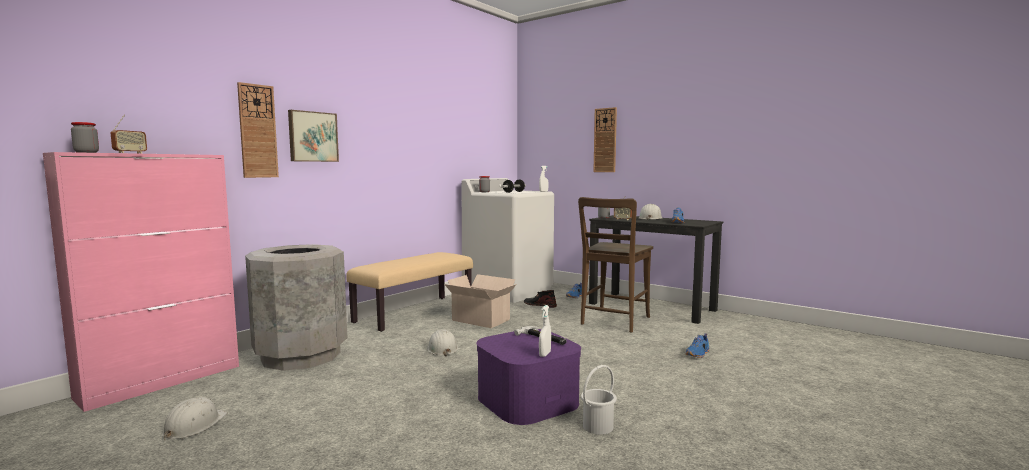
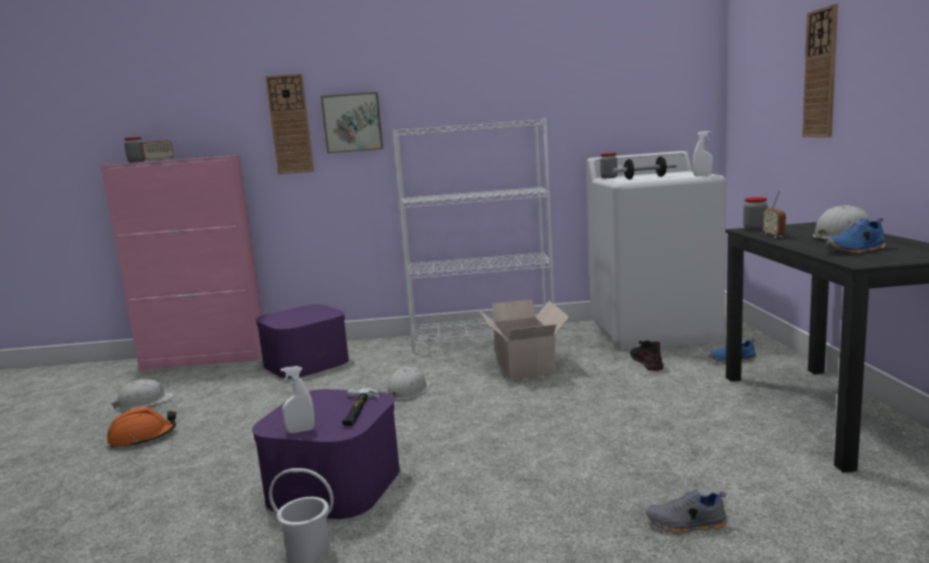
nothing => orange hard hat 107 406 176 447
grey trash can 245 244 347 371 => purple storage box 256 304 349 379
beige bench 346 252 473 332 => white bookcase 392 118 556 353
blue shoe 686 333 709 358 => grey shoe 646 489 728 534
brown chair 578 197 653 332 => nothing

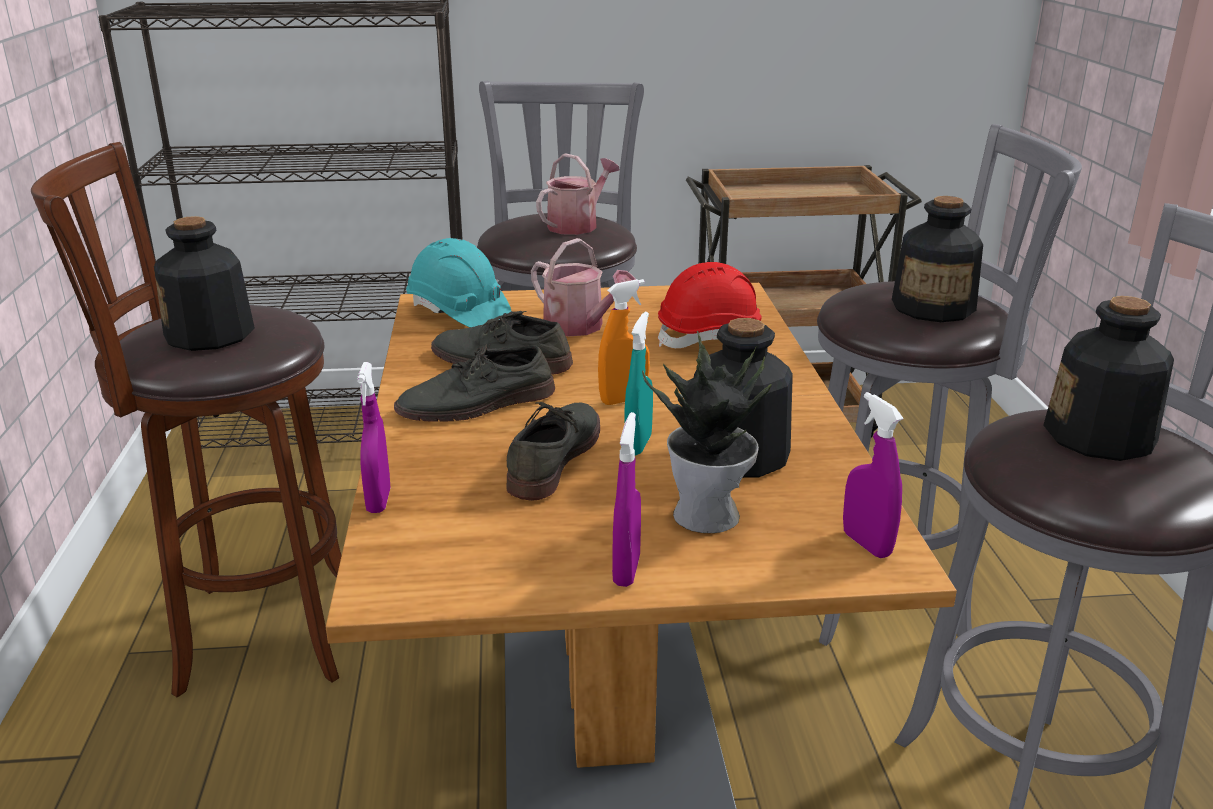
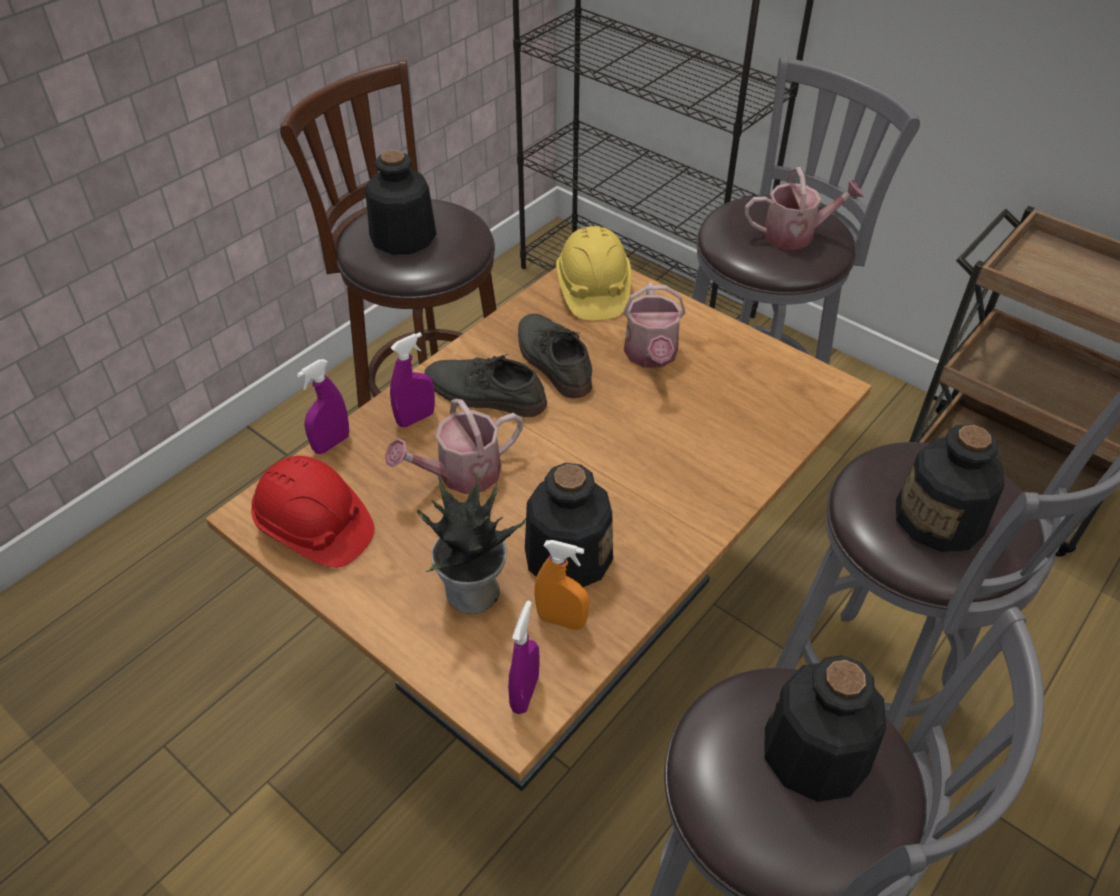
red hard hat 658 262 762 348 => red hard hat 251 456 374 568, moved
grey shoe 506 402 600 501 => watering can 385 399 523 494
purple spray bottle 612 412 641 587 => purple spray bottle 390 332 435 427, moved
orange spray bottle 598 279 650 405 => orange spray bottle 534 540 589 630, moved
turquoise hard hat 406 238 511 327 => yellow hard hat 556 226 631 320
turquoise spray bottle 624 312 653 456 => nothing

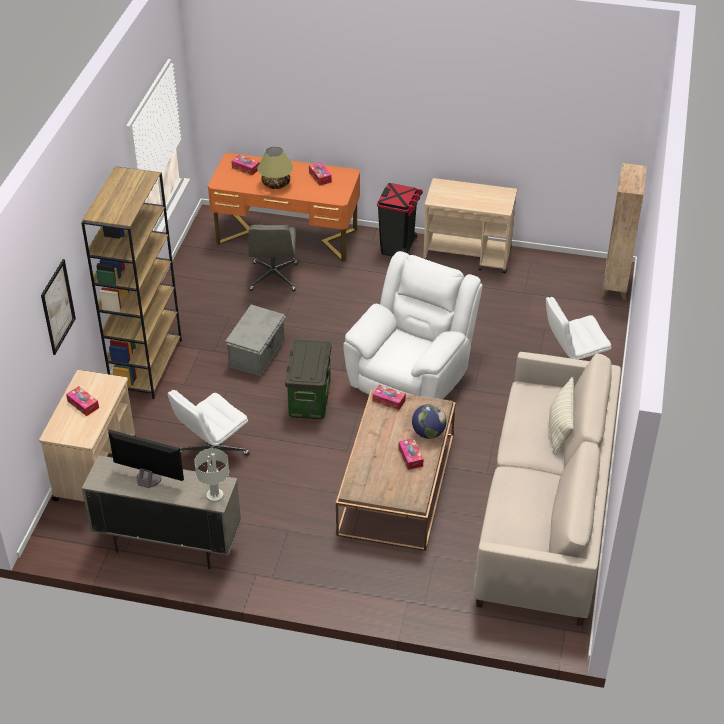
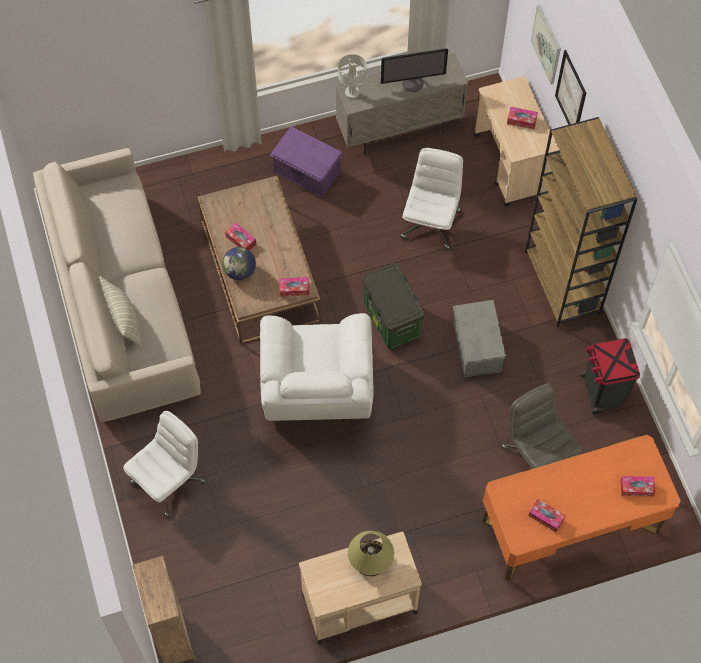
nothing => purple storage box 269 126 342 197
table lamp 257 147 293 189 => table lamp 348 531 394 576, moved
nothing => picture 531 5 561 84
black trash can 377 183 423 257 => black trash can 580 338 640 414, moved

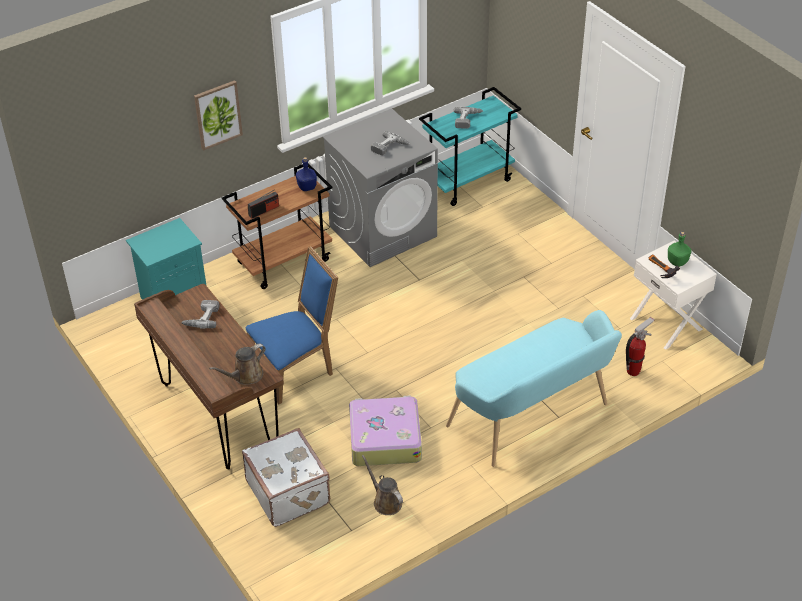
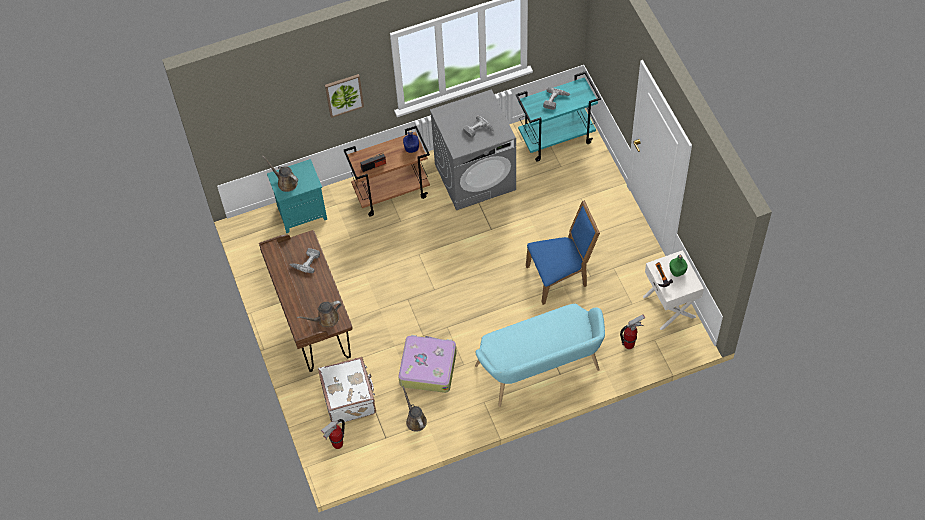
nothing => brown watering can 262 155 298 192
nothing => fire extinguisher 321 419 345 449
blue chair 246 246 338 404 => blue chair 526 200 600 305, moved

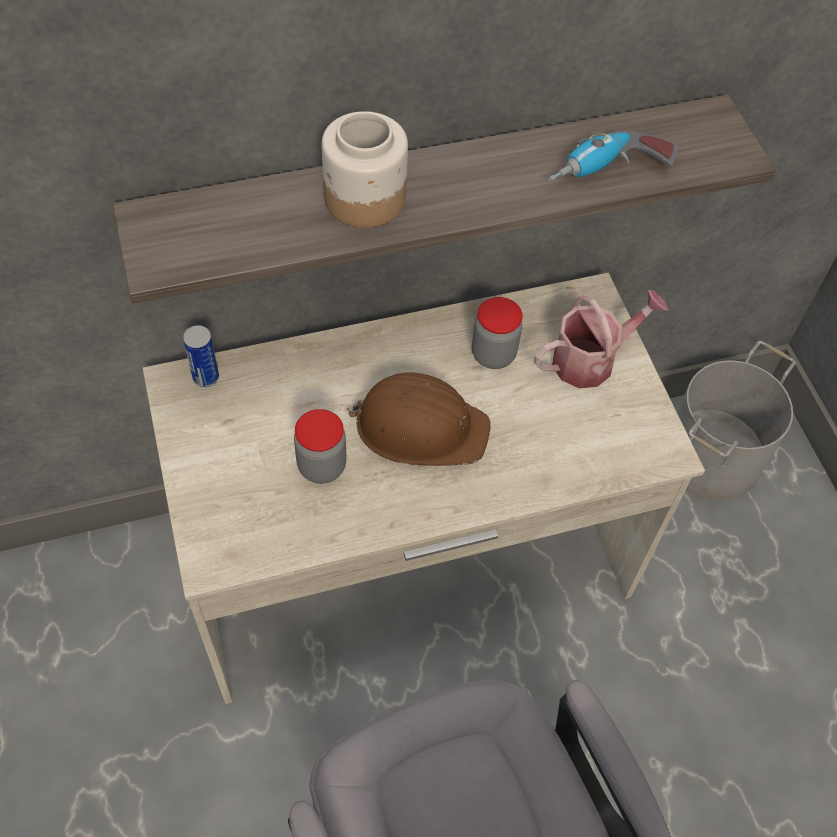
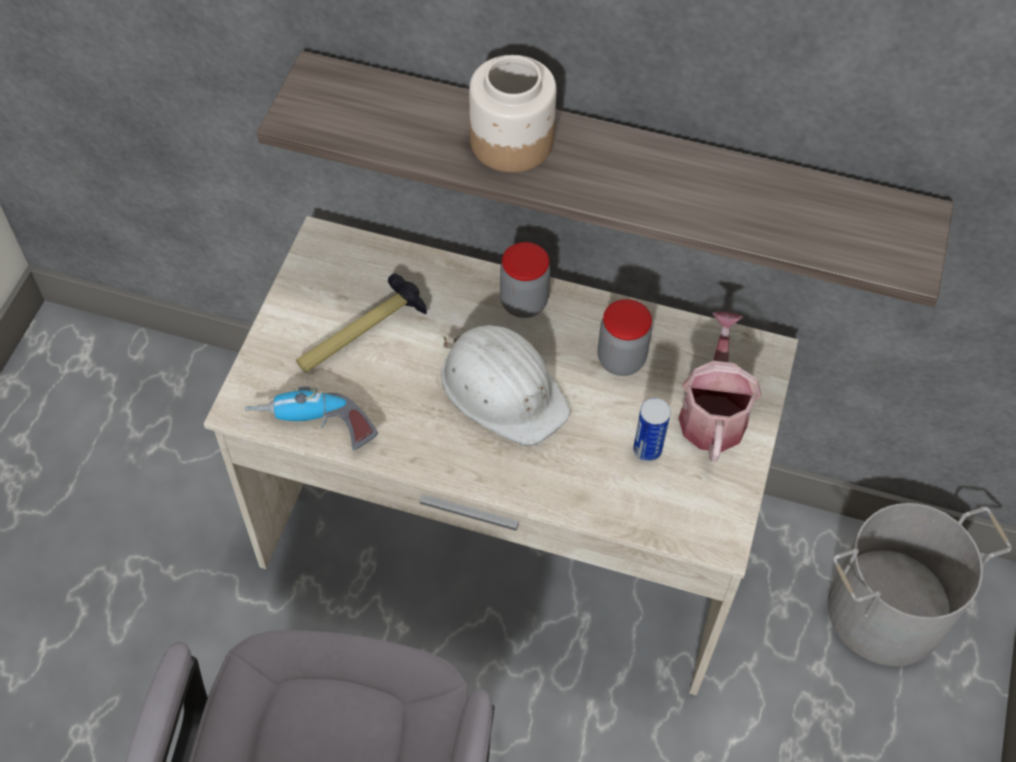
power drill 549 131 678 181 => power drill 245 386 378 450, moved
nothing => hammer 296 273 427 373
brown hard hat 347 373 491 466 => white hard hat 441 325 571 446
jar 294 409 347 484 => jar 500 242 550 318, moved
can 183 325 219 387 => can 633 398 671 462, moved
watering can 534 290 669 388 => watering can 678 311 761 462, 90 degrees counterclockwise

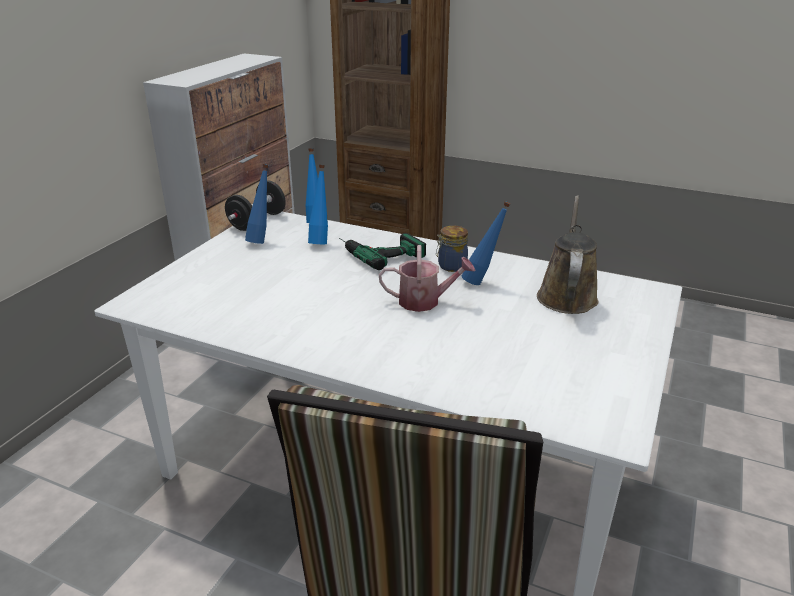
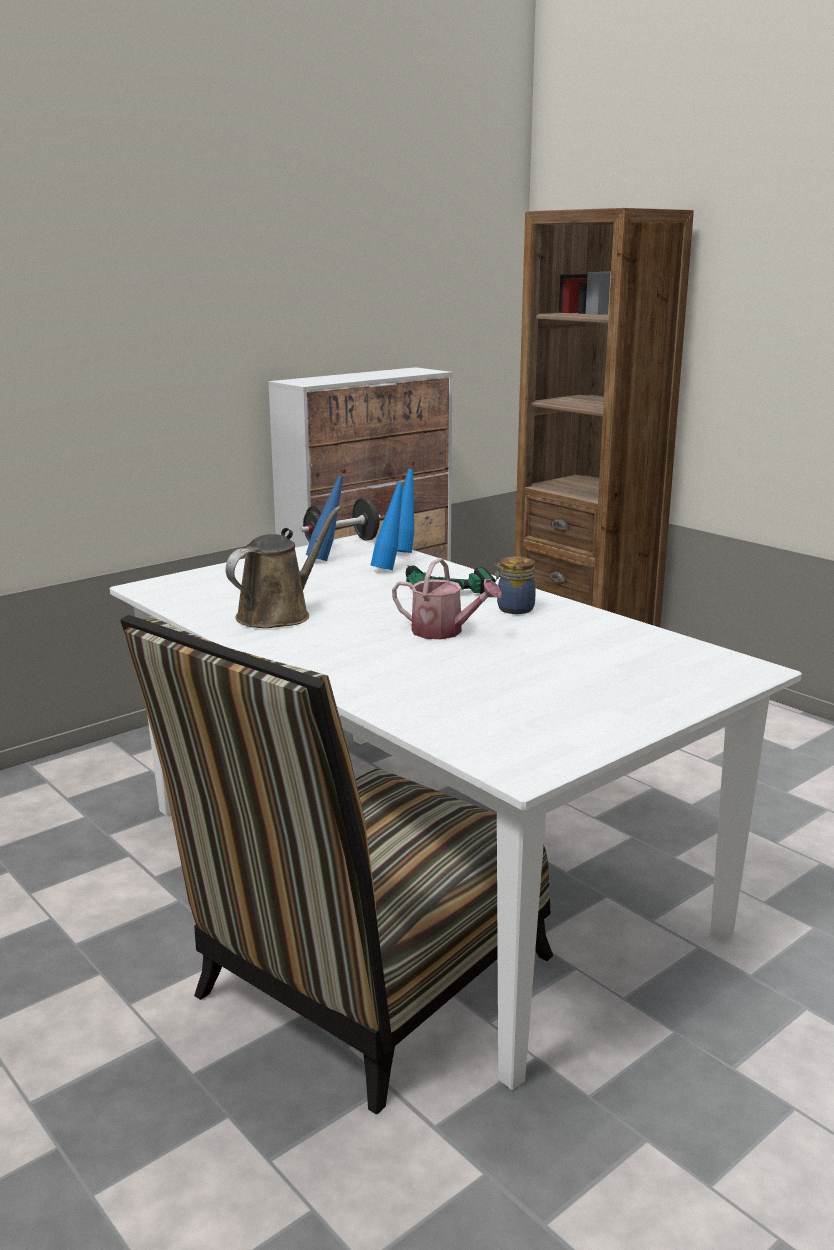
brown watering can 537 195 599 314 => brown watering can 225 506 341 628, moved
blue bottle 462 201 510 285 => nothing

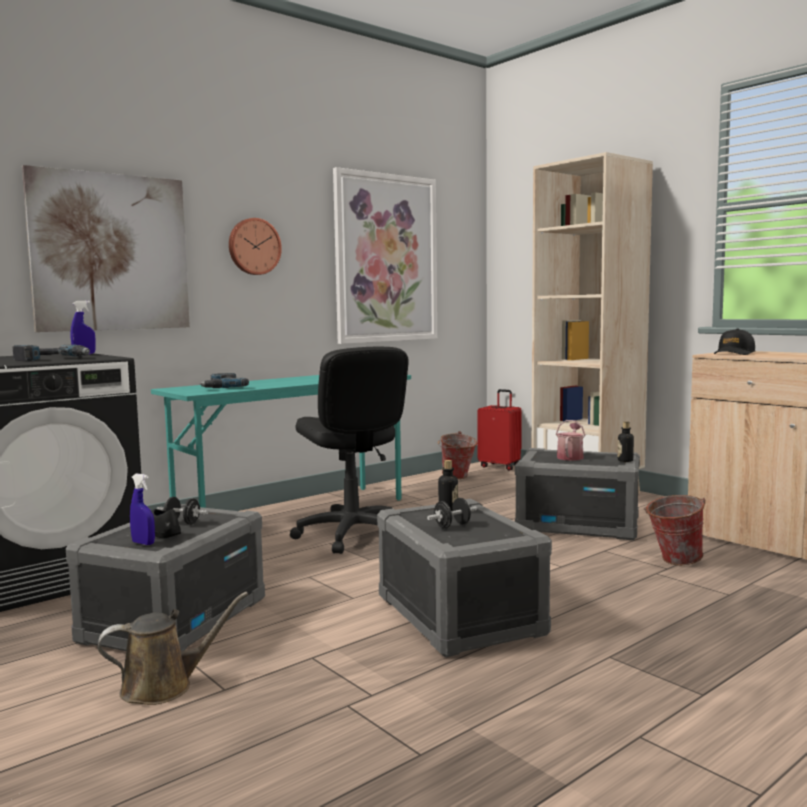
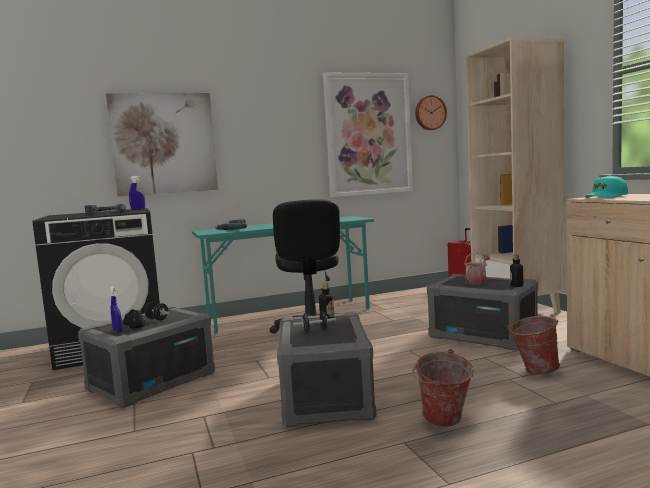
bucket 438 431 477 479 => bucket 412 349 474 426, moved
wall clock 229 218 282 275 => wall clock 415 95 447 130, moved
black cap 714 329 755 355 => turquoise cap 585 175 628 198
brown watering can 98 592 248 705 => nothing

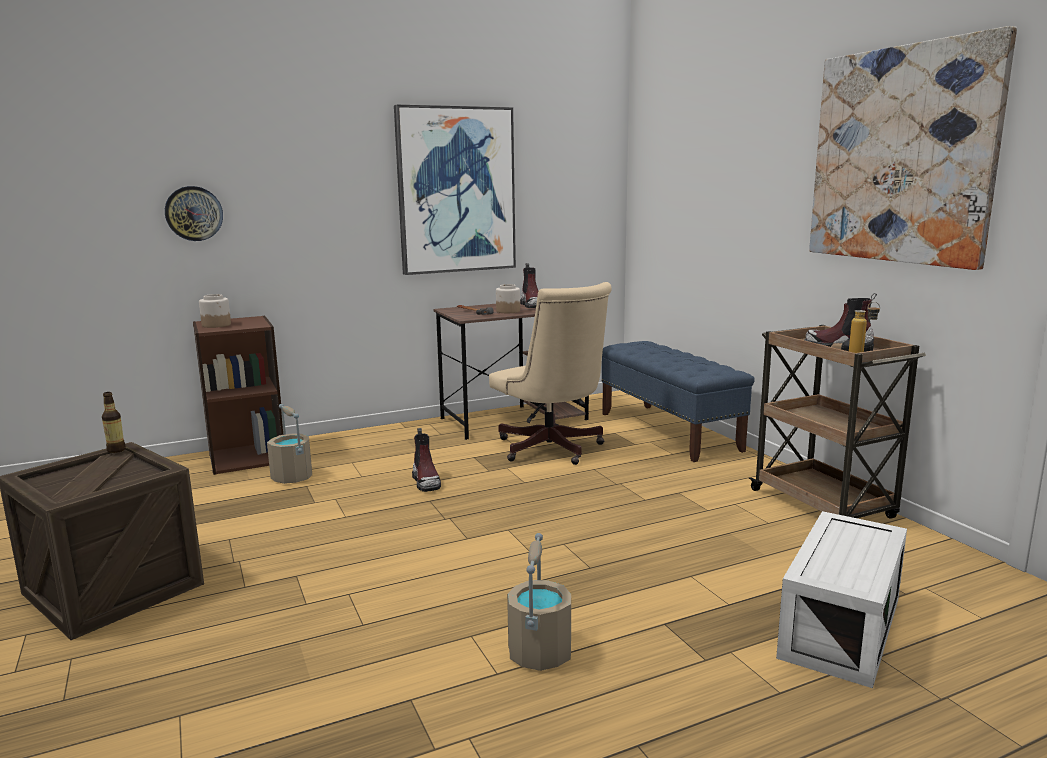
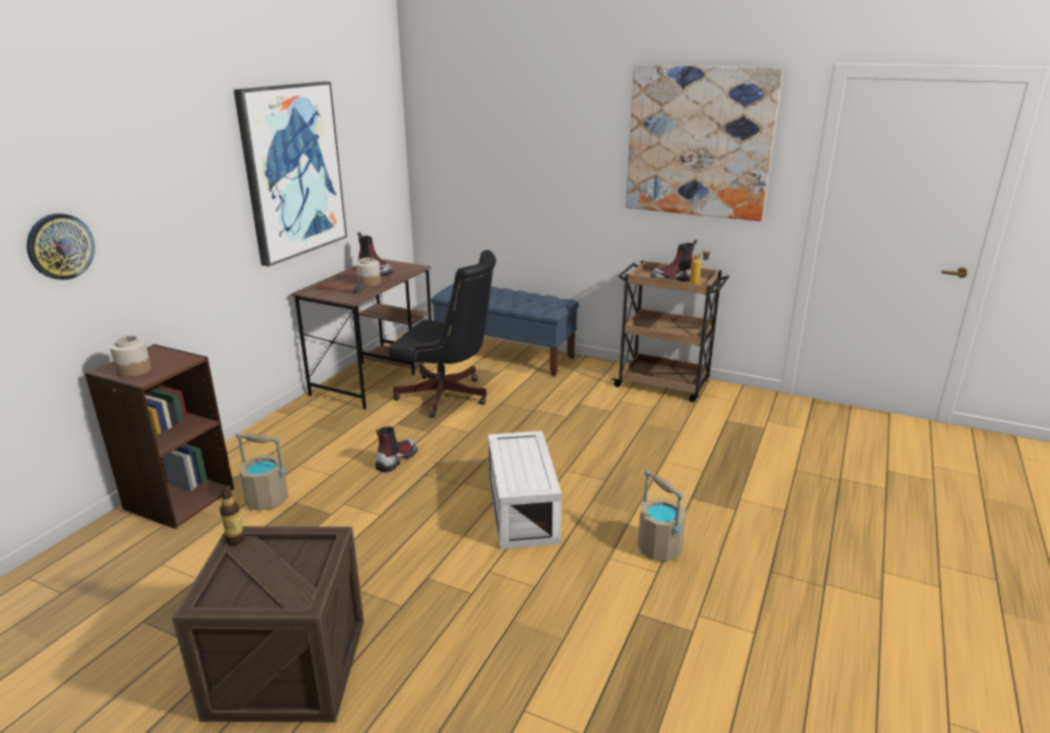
boot 412 428 441 492 => boot 375 426 417 473, 90 degrees counterclockwise
beige office chair 489 282 612 465 => black office chair 388 250 496 418
white storage box 776 511 907 688 => white storage box 488 431 562 549, moved

